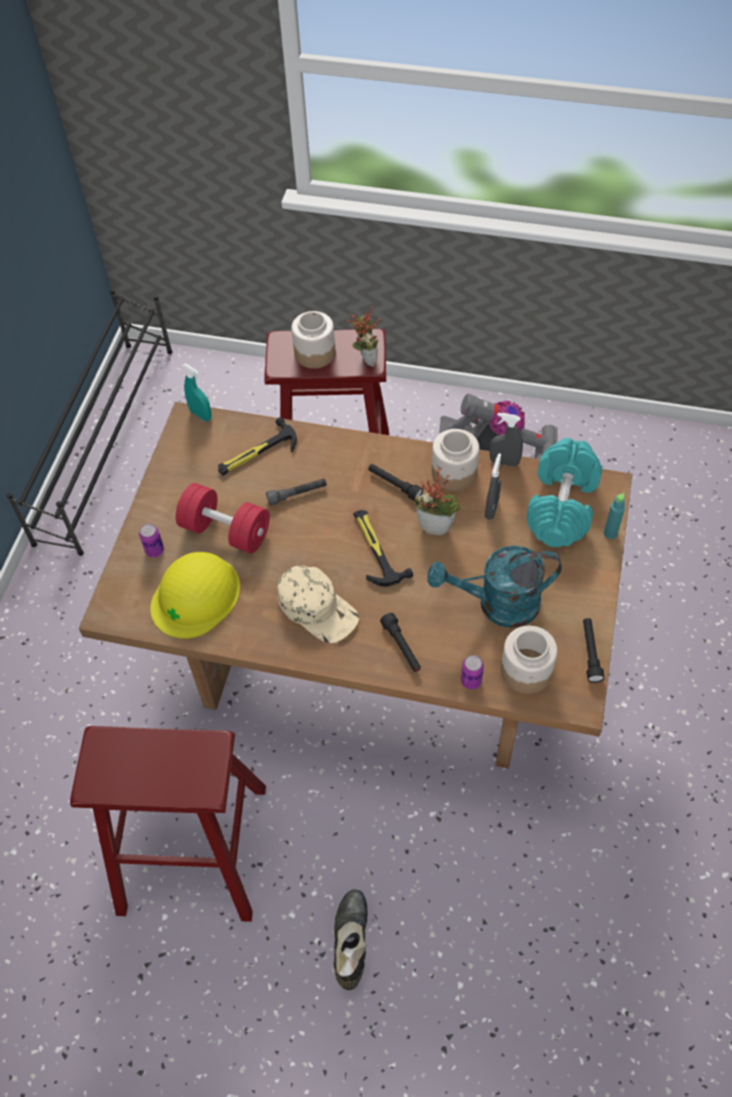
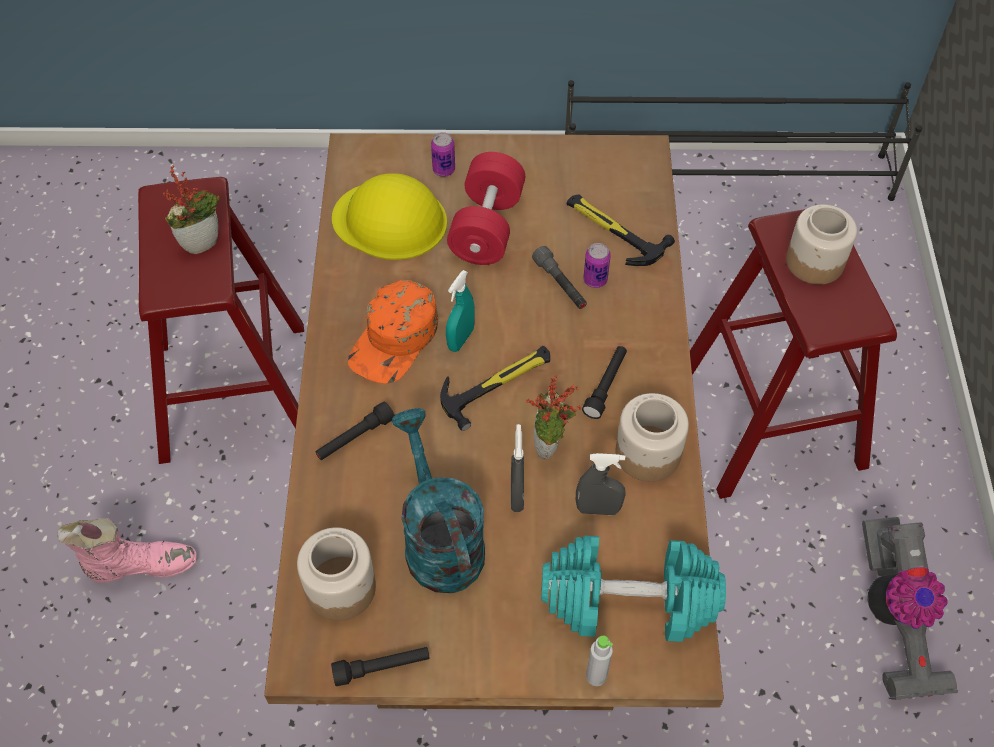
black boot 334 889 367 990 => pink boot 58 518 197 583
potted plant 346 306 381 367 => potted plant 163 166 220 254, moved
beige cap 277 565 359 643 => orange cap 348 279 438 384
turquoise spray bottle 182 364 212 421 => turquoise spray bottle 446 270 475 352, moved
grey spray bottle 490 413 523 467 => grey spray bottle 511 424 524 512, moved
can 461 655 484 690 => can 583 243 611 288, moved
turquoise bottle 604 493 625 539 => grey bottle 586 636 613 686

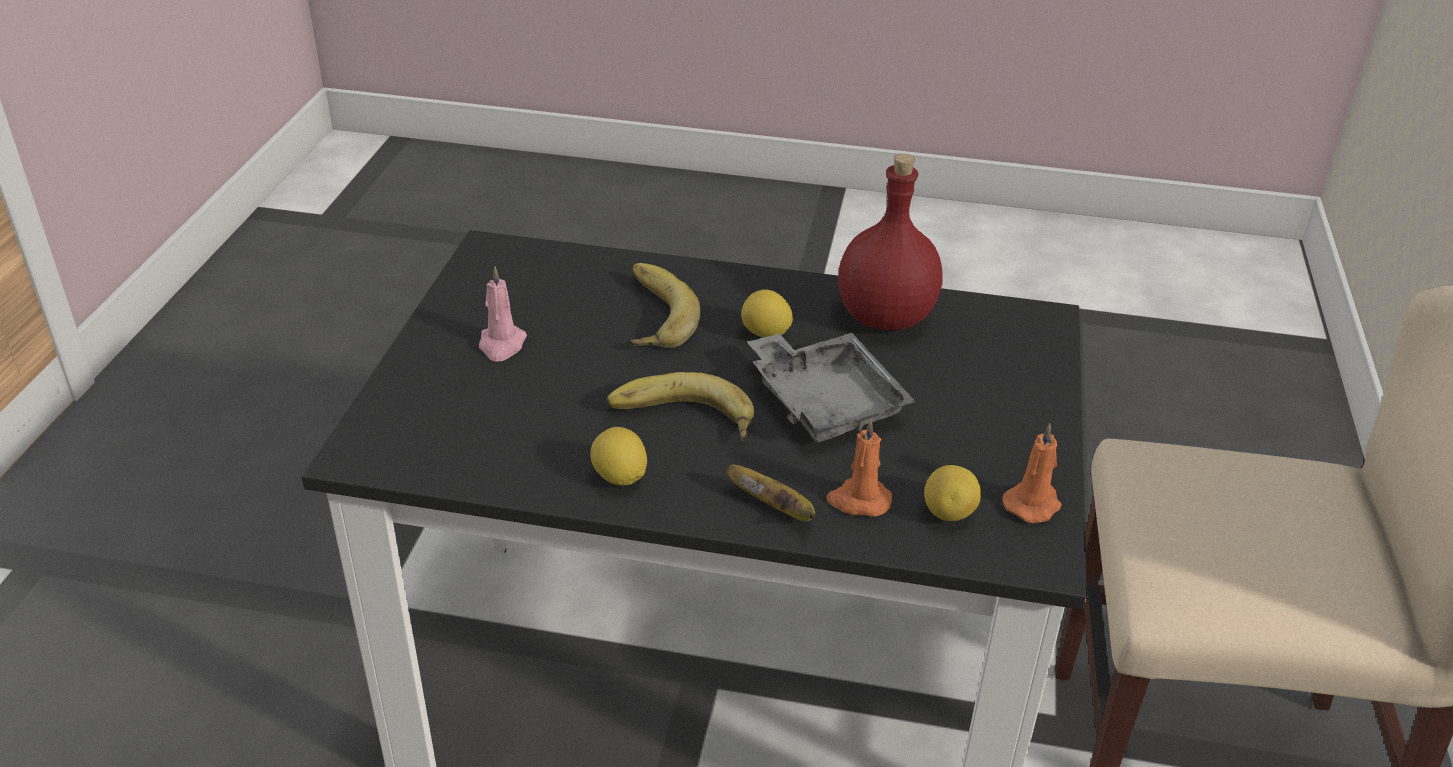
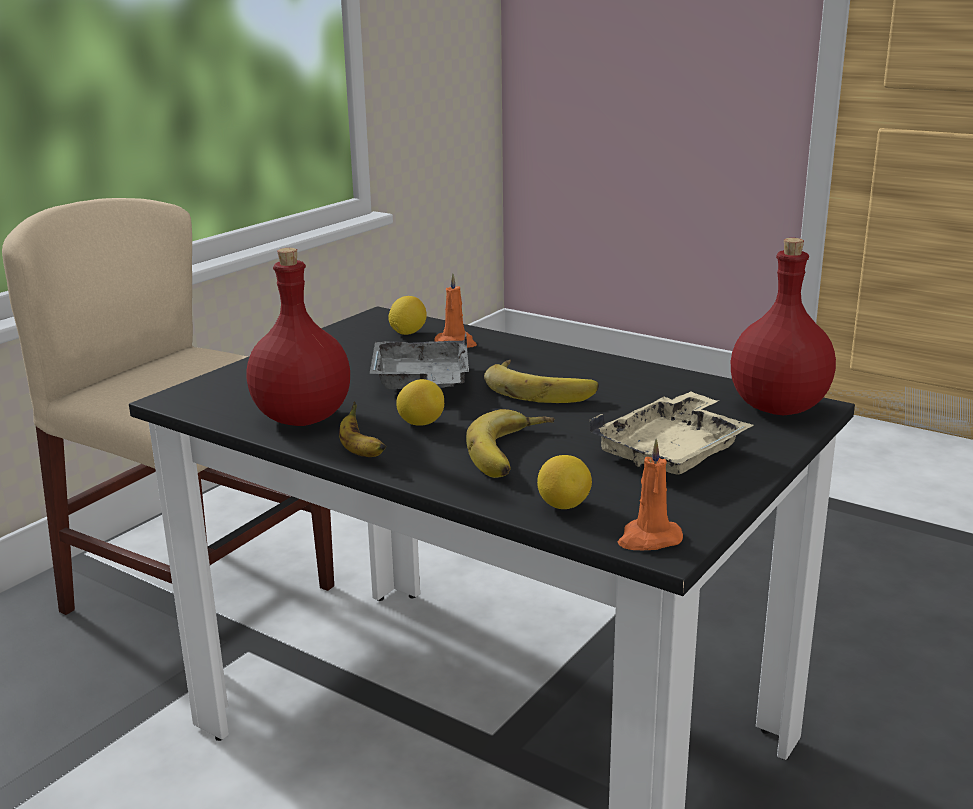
banana 726 465 815 521 => banana 339 402 386 457, moved
lemon 590 427 647 486 => lemon 537 455 592 509, moved
pink candle 479 266 527 362 => beige tray 590 391 754 475
orange candle 1002 423 1062 523 => orange candle 618 439 683 550, moved
nothing => red bottle 731 238 836 415

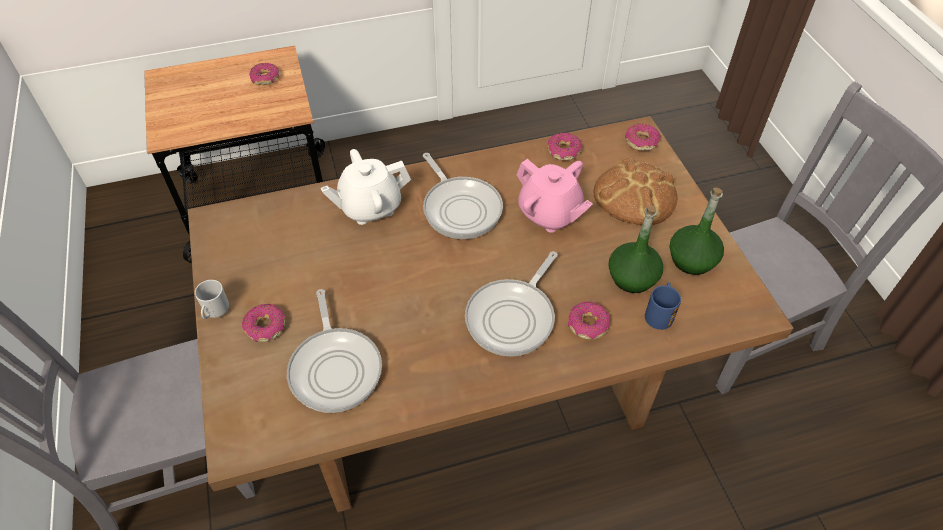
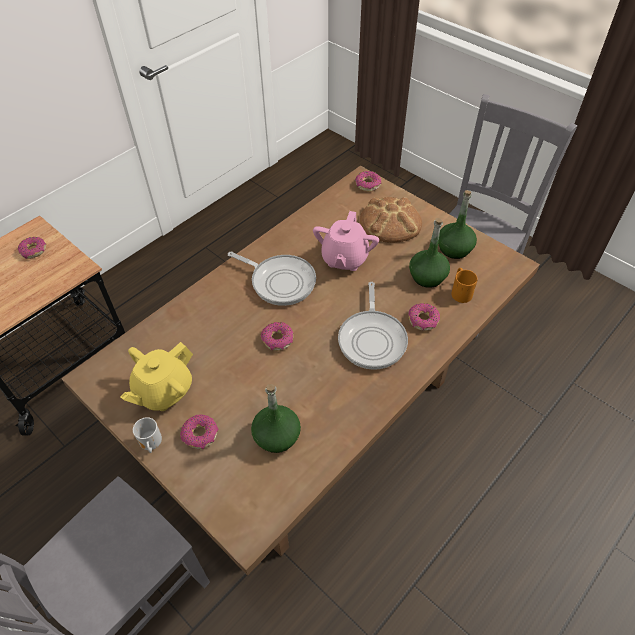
nothing => yellow teapot 120 342 193 411
frying pan 287 289 382 413 => green bottle 251 384 301 453
donut 547 133 582 160 => donut 261 322 293 351, moved
pink teapot 517 159 593 233 => pink teapot 313 211 379 271, 90 degrees clockwise
blue mug 645 282 681 330 => orange mug 451 268 478 303
white teapot 321 149 411 225 => nothing

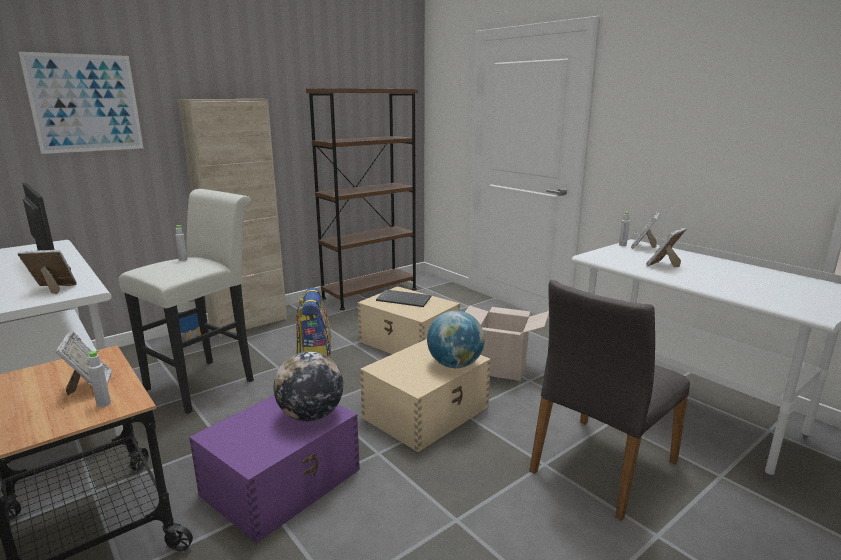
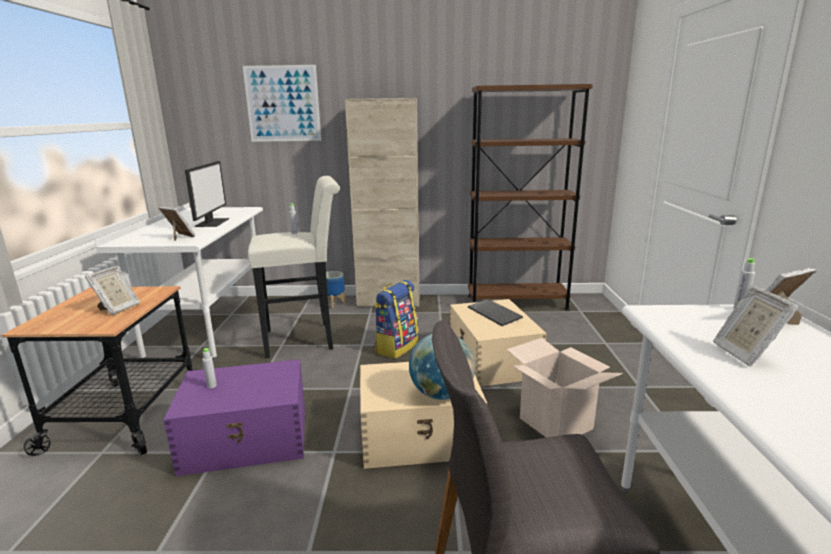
grey bottle 88 350 111 407 => grey bottle 202 348 217 389, moved
picture frame 646 228 687 267 => picture frame 713 285 799 367, 90 degrees counterclockwise
globe 274 351 343 422 => nothing

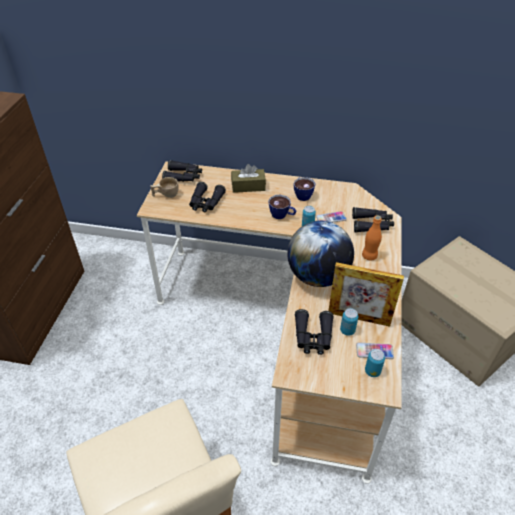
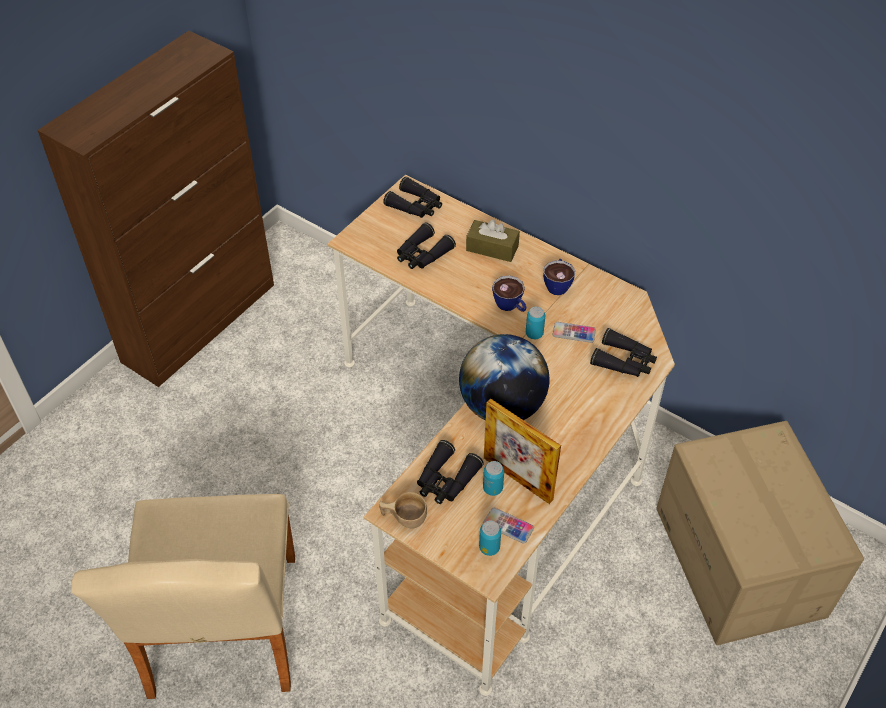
beige cup 150 177 179 198 => beige cup 379 492 427 528, moved
orange bottle 362 215 382 261 => nothing

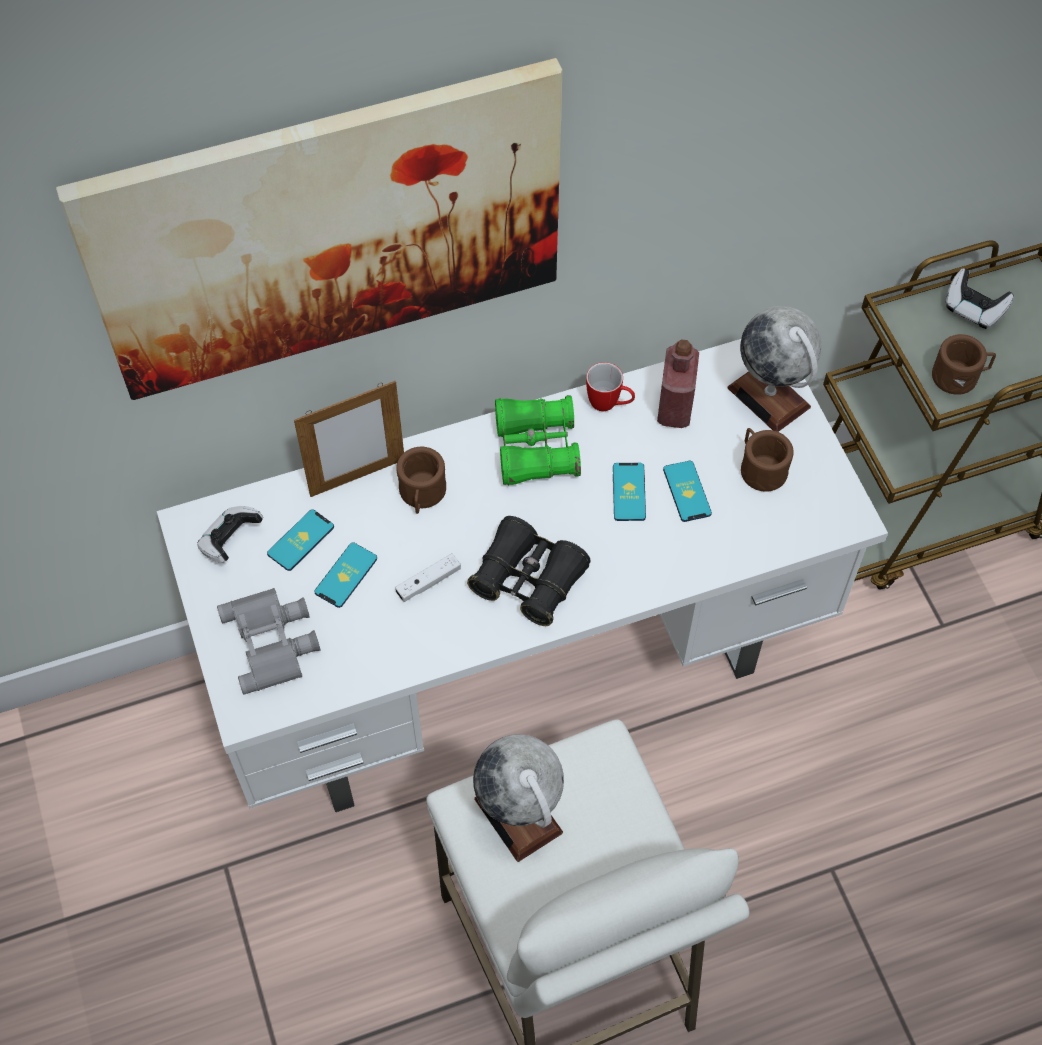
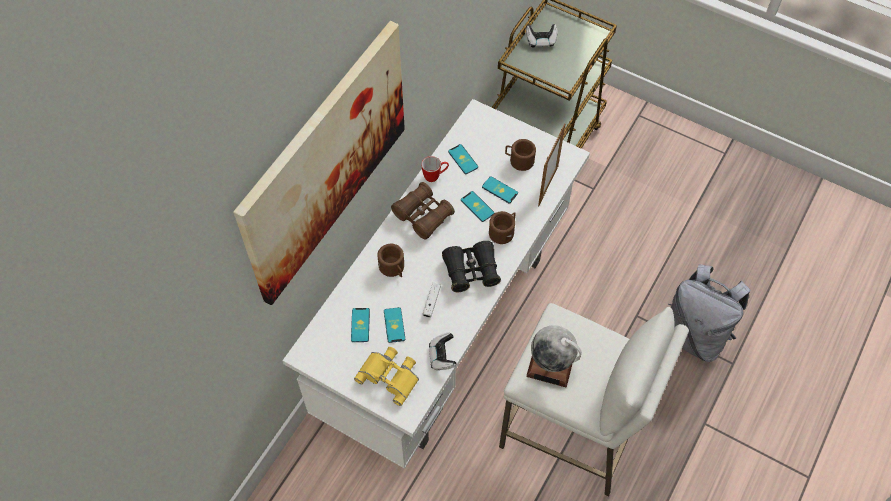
grey binoculars 217 588 320 695 => yellow binoculars 354 347 419 406
green binoculars 495 395 581 485 => brown binoculars 391 182 455 240
game controller 197 506 263 563 => game controller 429 333 457 370, moved
red bottle 657 339 699 428 => phone 448 144 478 174
brown mug 932 334 996 395 => brown mug 489 211 516 244, moved
picture frame 294 381 404 497 => picture frame 538 123 566 206, moved
nothing => grey backpack 668 264 751 362
globe 727 306 821 432 => nothing

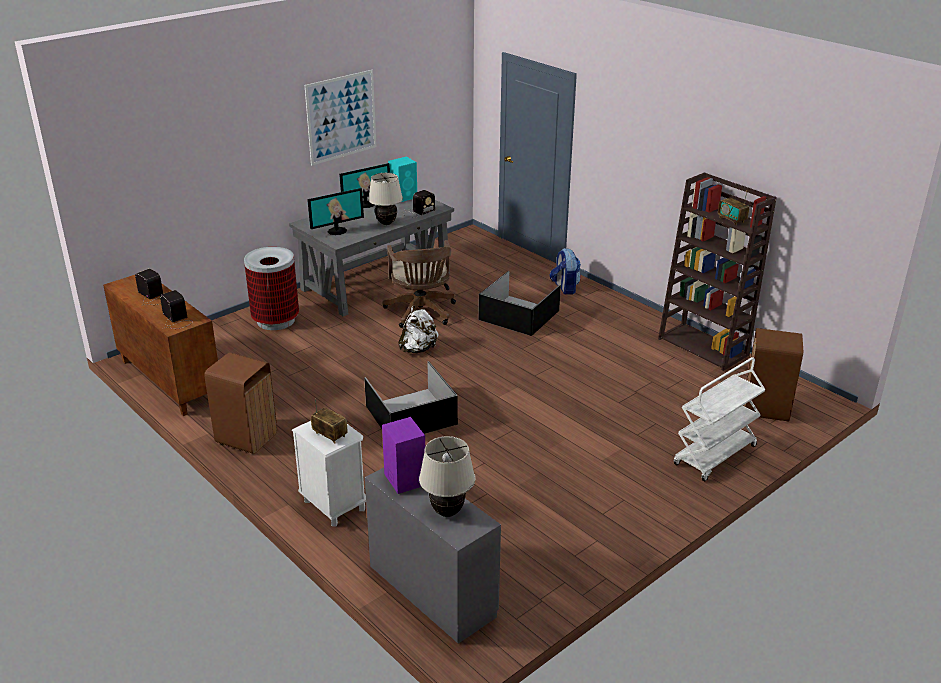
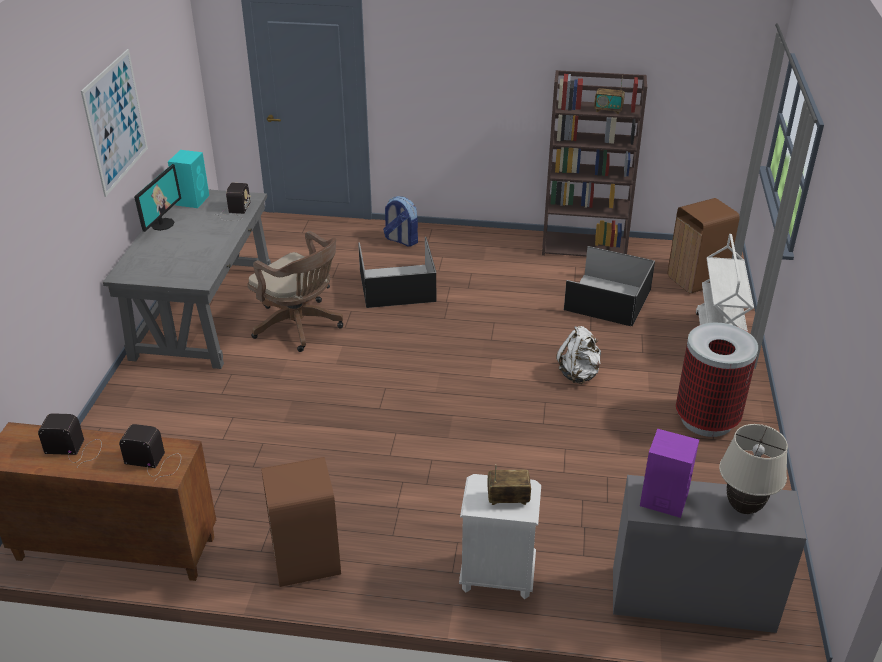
white backpack 398 306 439 353 => white backpack 556 326 601 384, moved
black storage box 364 361 458 434 => black storage box 564 246 655 326, moved
trash can 244 247 299 330 => trash can 676 322 758 437, moved
monitor 307 188 364 235 => nothing
beige table lamp 368 173 403 225 => nothing

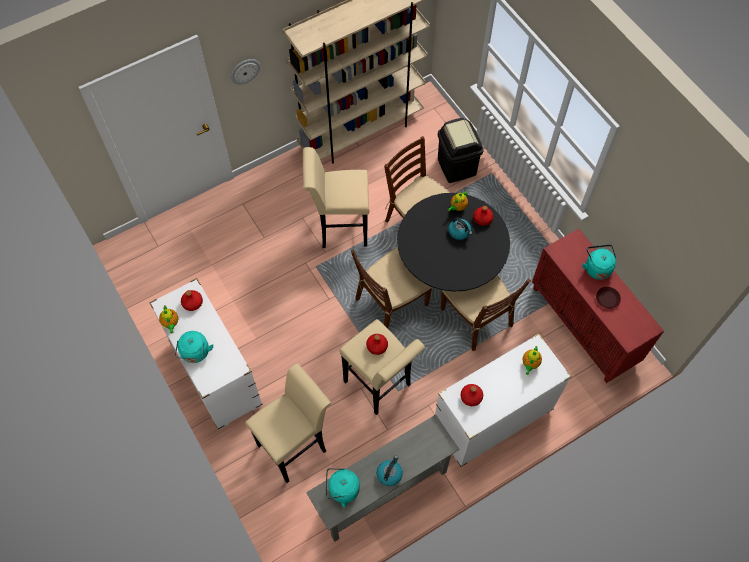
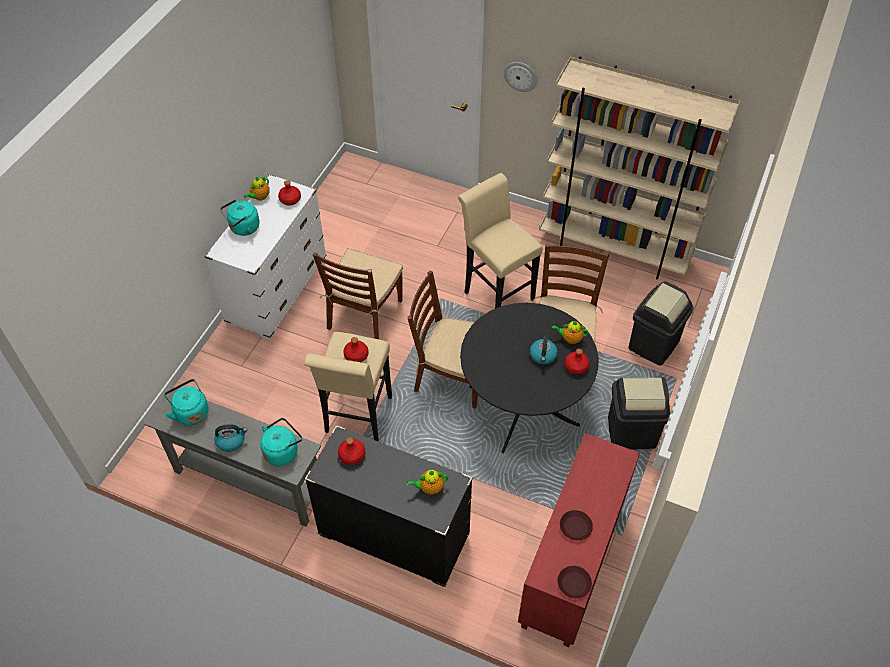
turquoise kettle 582 244 616 280 => turquoise kettle 260 418 302 466, moved
white dresser 435 334 572 467 => black dresser 305 425 473 587
brown chair 441 274 531 351 => brown chair 313 248 403 339, moved
nothing => brown plate 557 566 592 598
nothing => black trash can 608 377 670 449
beige stool 245 363 331 483 => nothing

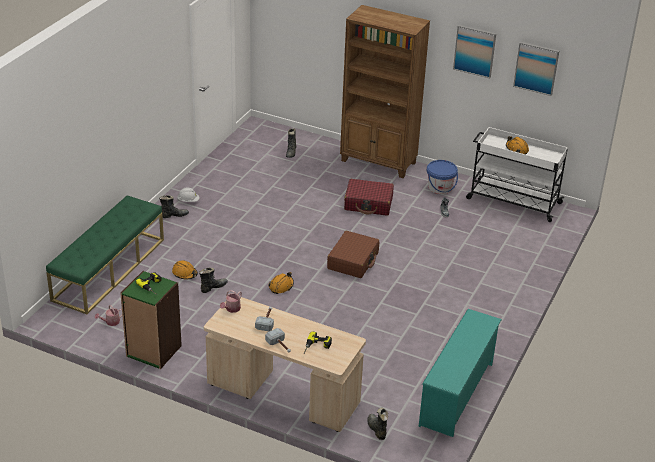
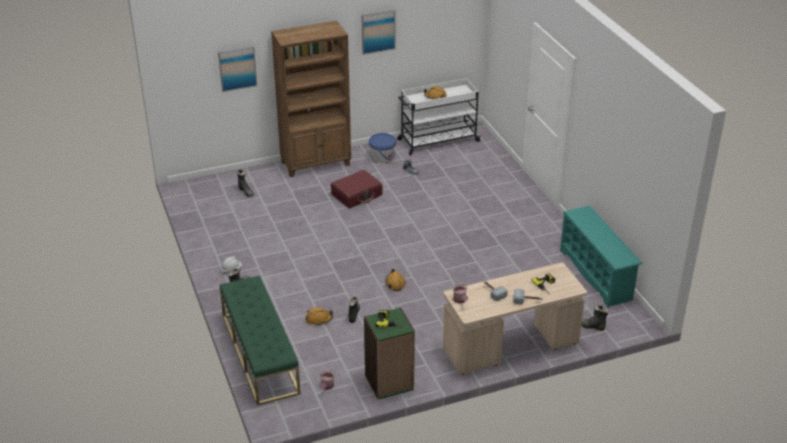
picture 513 42 559 96 => picture 218 46 257 92, moved
brown suitcase 327 231 379 278 => nothing

